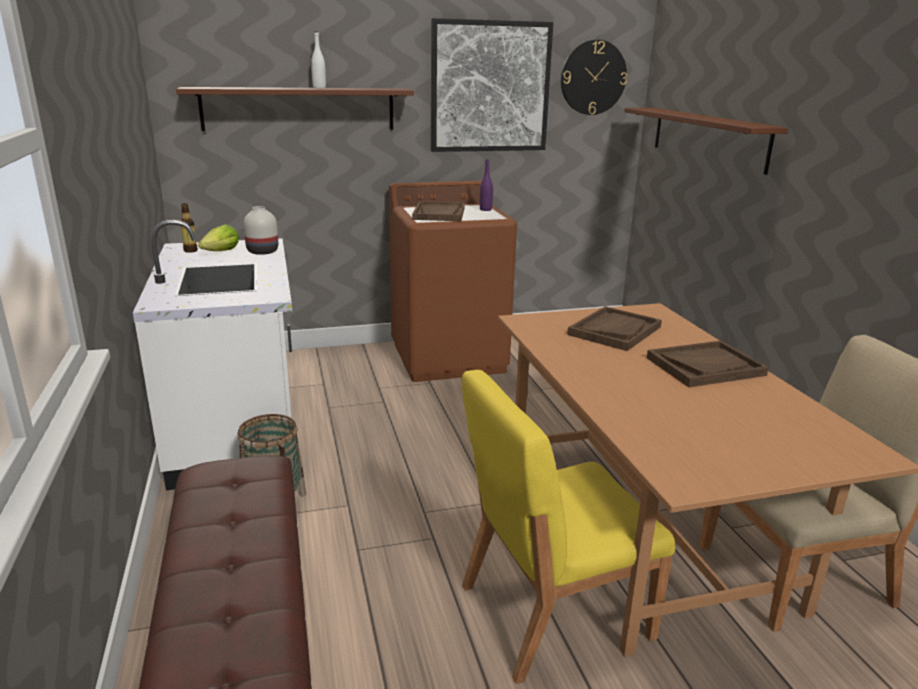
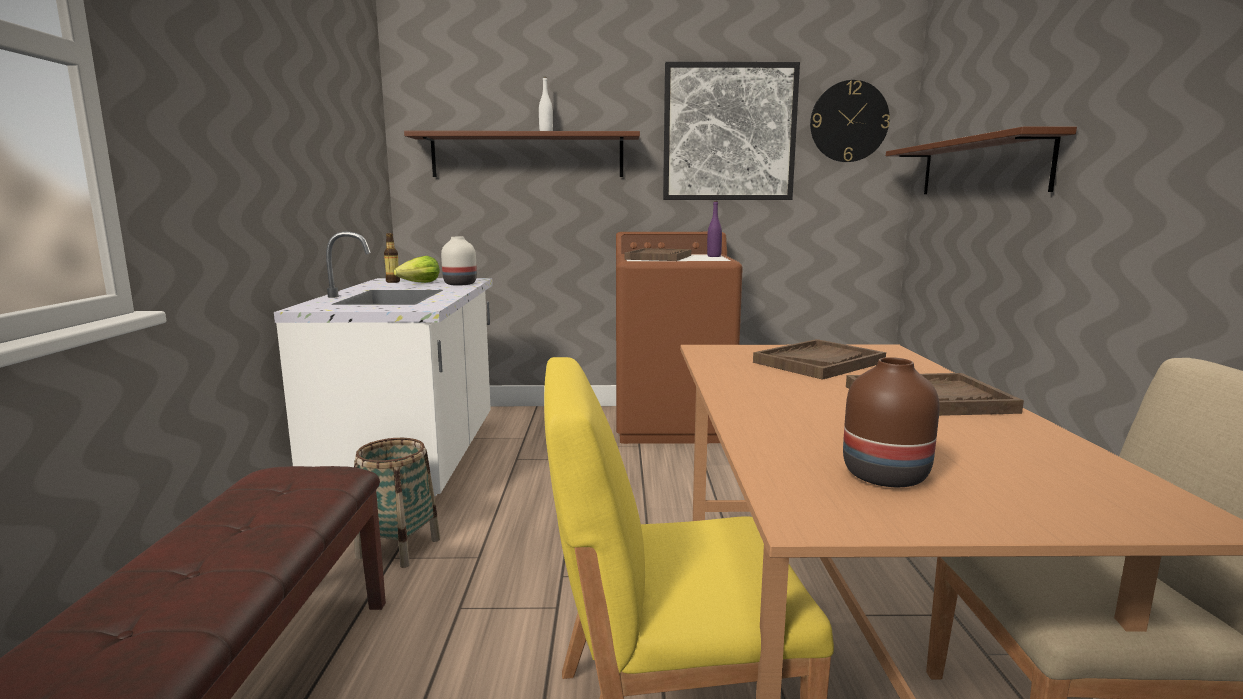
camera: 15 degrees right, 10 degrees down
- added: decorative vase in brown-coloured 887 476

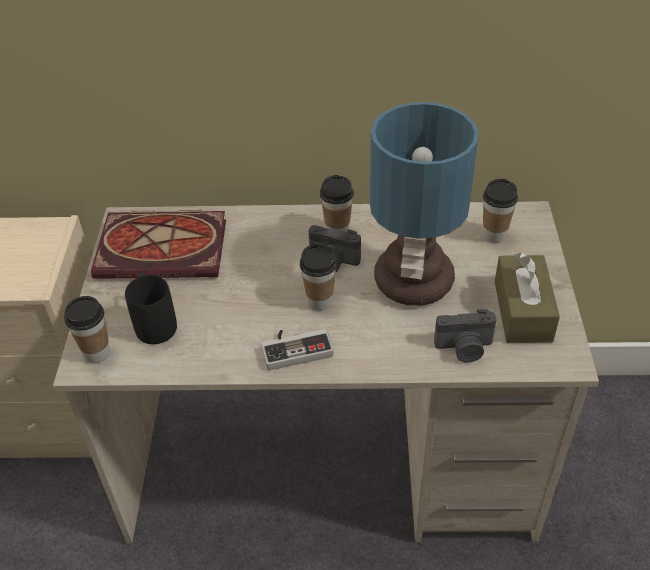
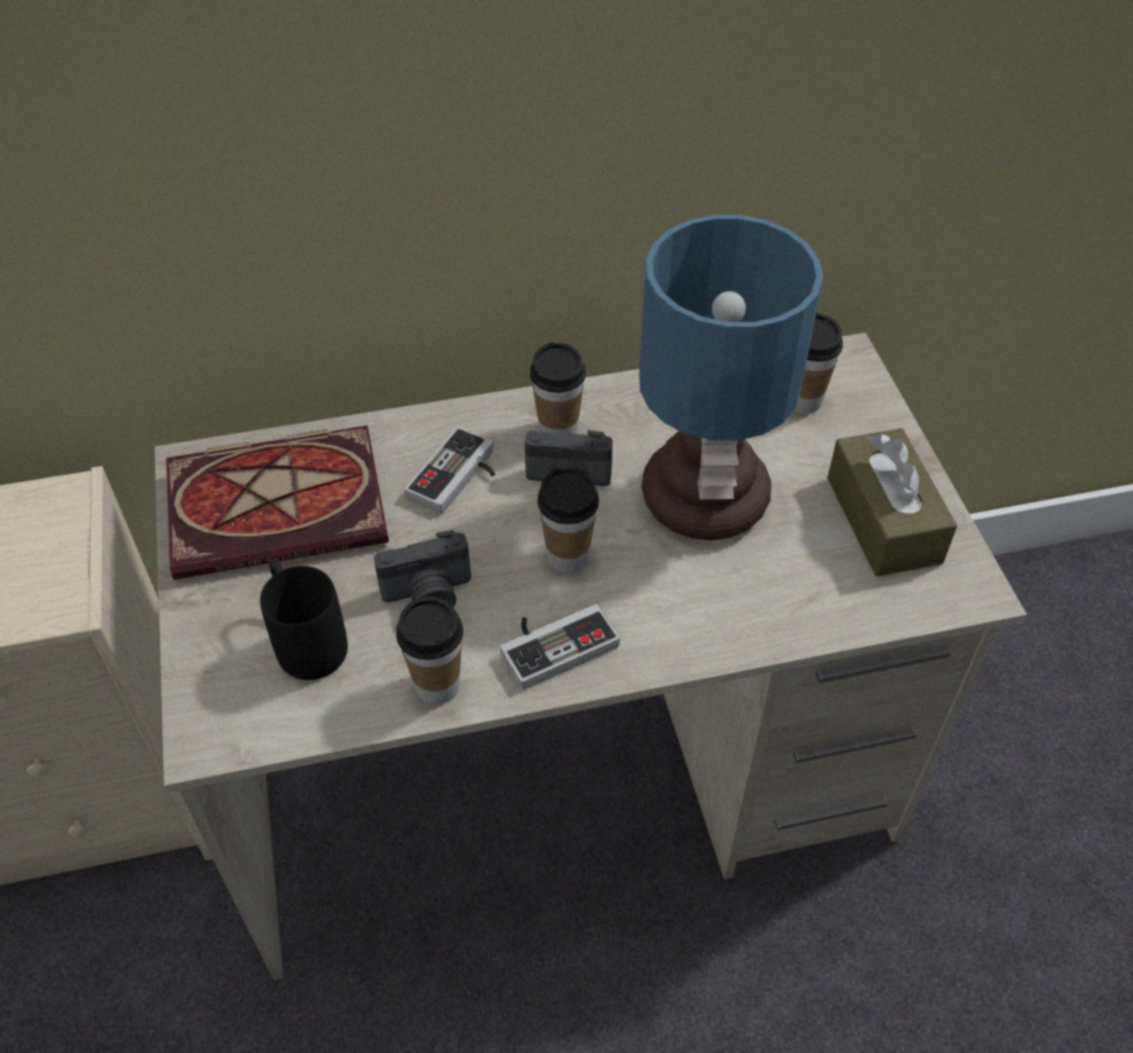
camera: 15 degrees left, 5 degrees up
- moved: small cup 97 353 to 437 685
- moved: photo camera 464 348 to 429 595
- added: gamepad 459 478

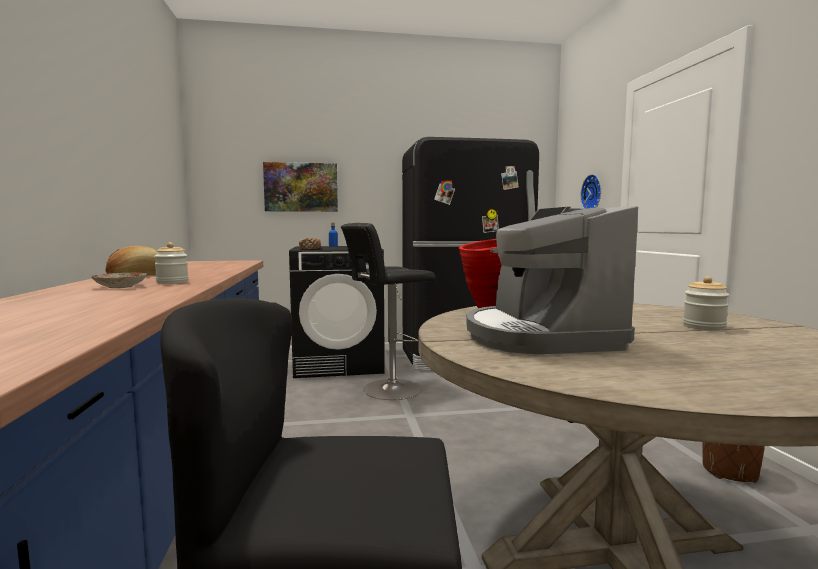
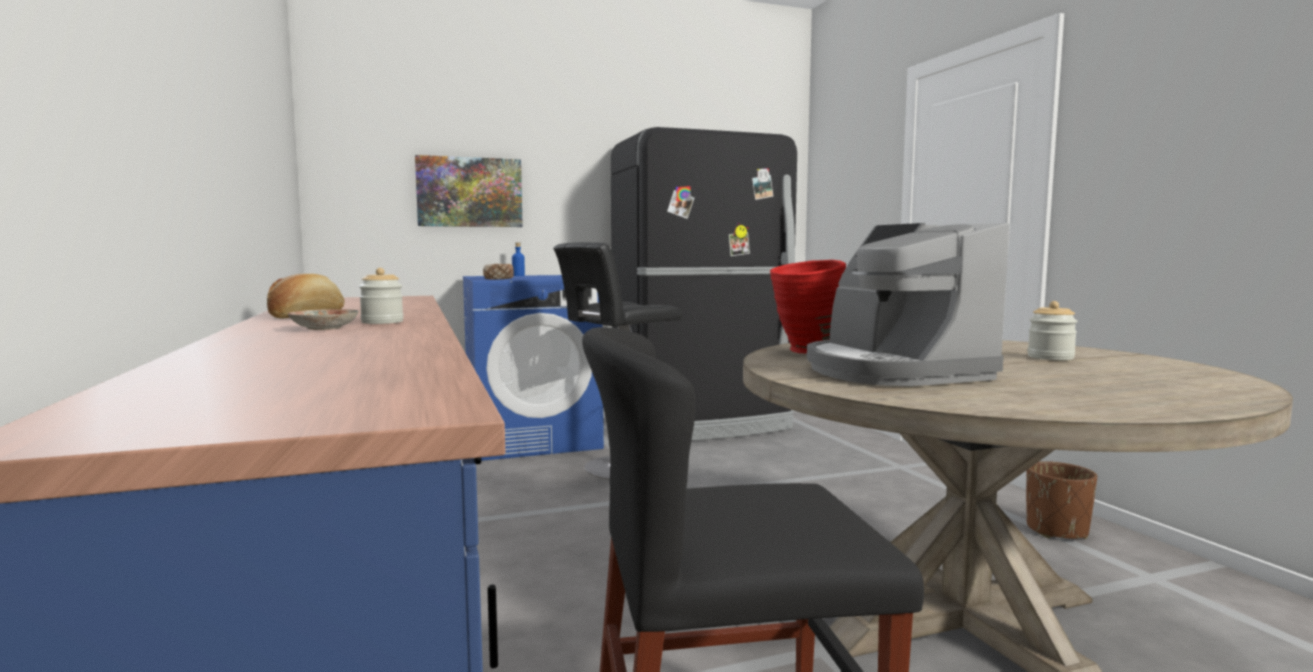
camera: 10 degrees left, 0 degrees up
- removed: hanging clock 593 193
- recoloured: washing machine in black 339 363 to washing machine in blue 533 439

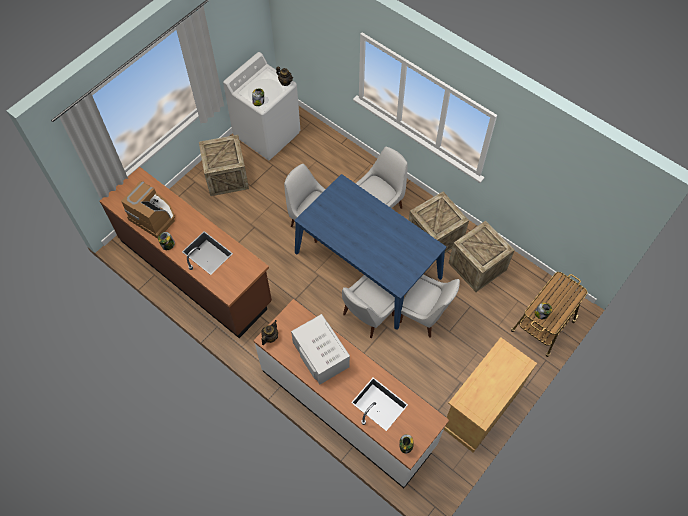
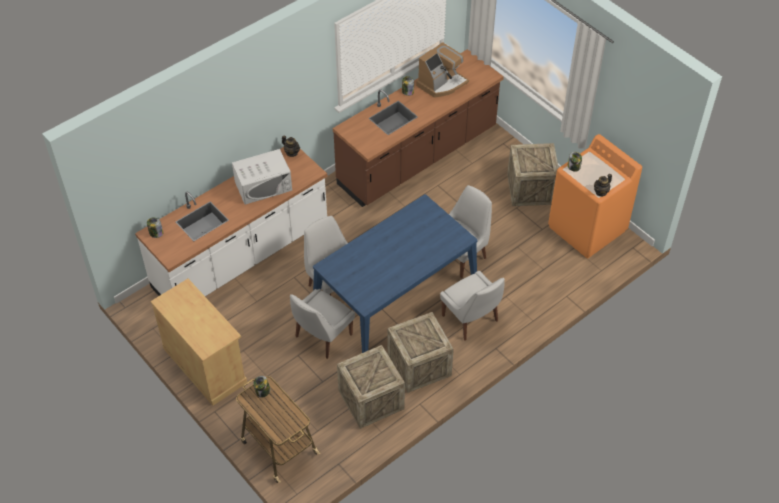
camera: 100 degrees right, 10 degrees down
- recoloured: washing machine in white-coloured 267 134 to washing machine in orange-coloured 587 229

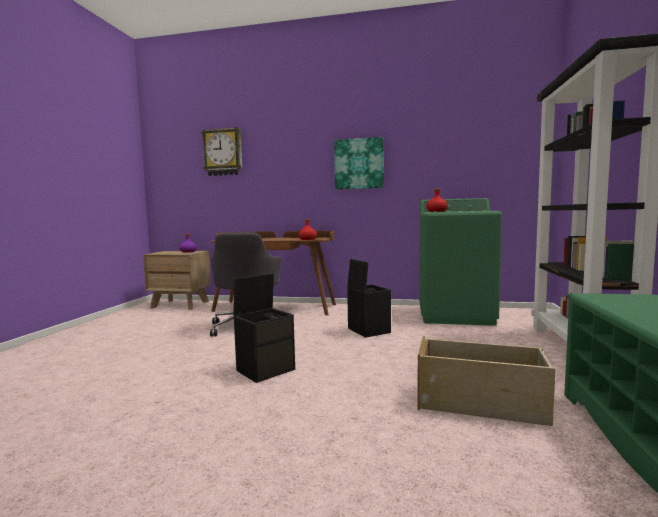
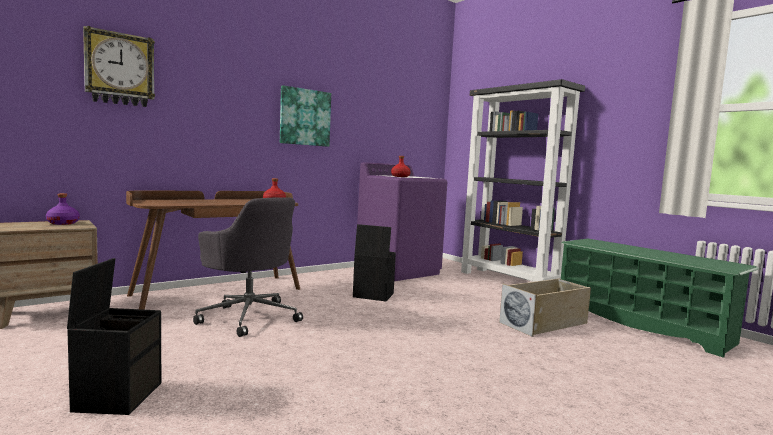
camera: 50 degrees left, 0 degrees up
- recoloured: washing machine in green-coloured 456 315 to washing machine in purplish 398 271
- moved: storage bin in black 266 369 to 118 396

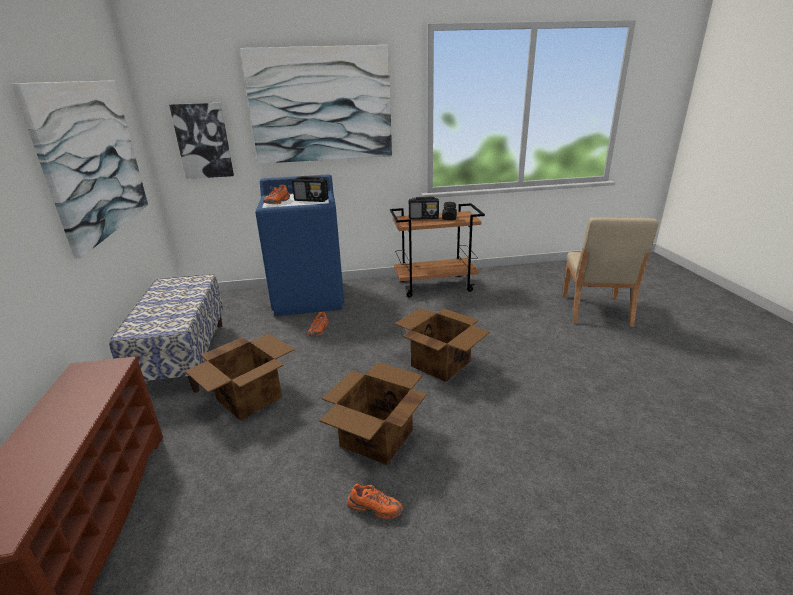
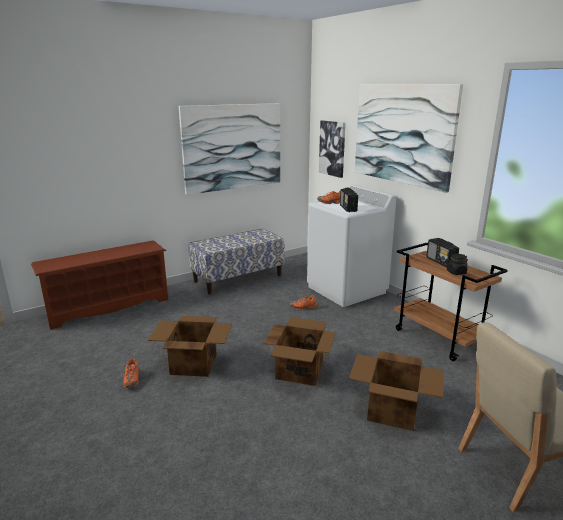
camera: 65 degrees right, 5 degrees down
- recoloured: washing machine in blue 309 297 to washing machine in white-coloured 347 290
- moved: carton 250 397 to 393 411

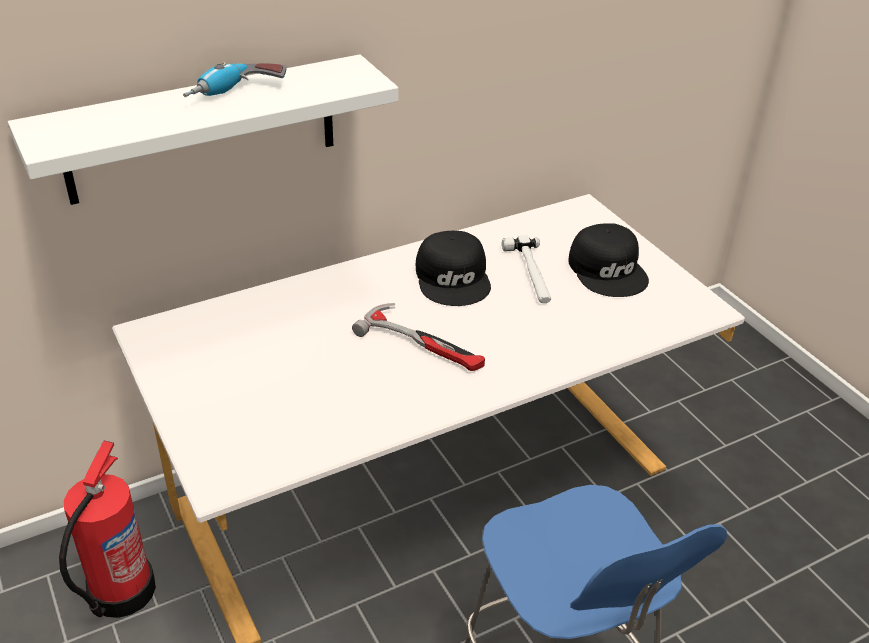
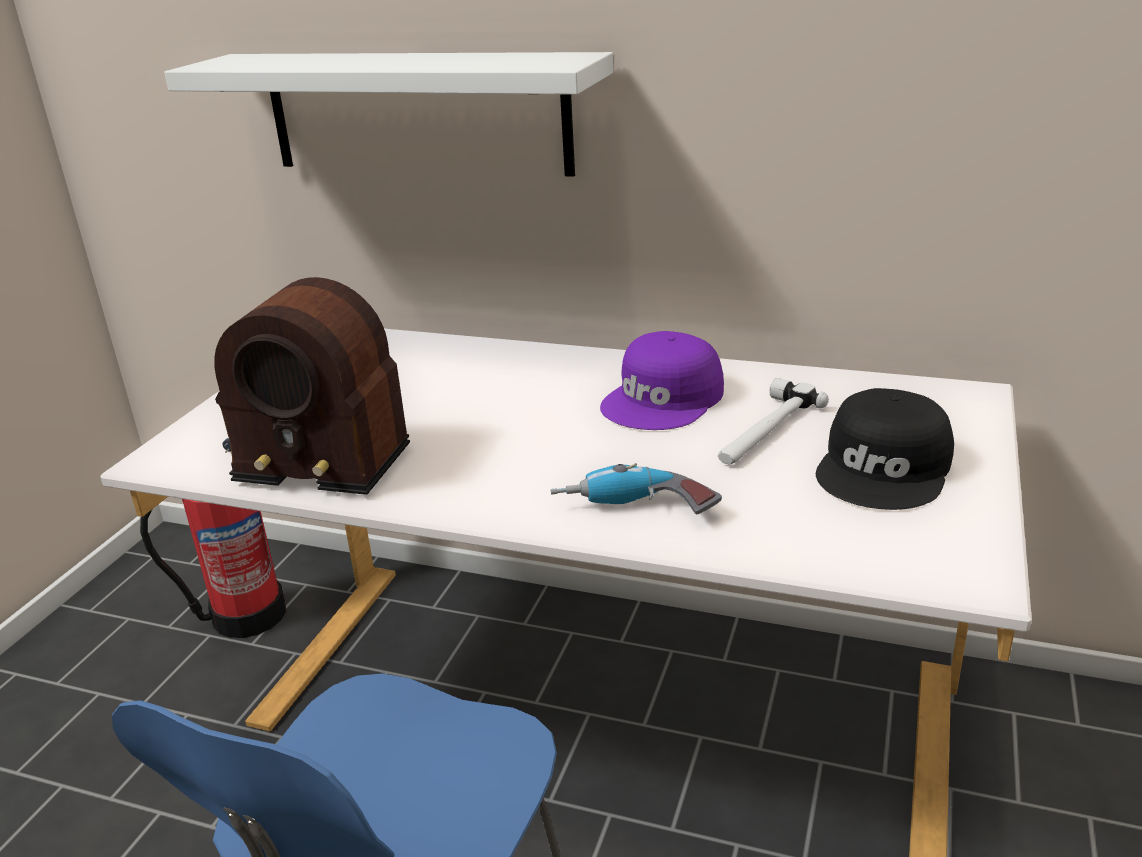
camera: 50 degrees right, 10 degrees down
- moved: drill 236 94 to 635 511
- recoloured: baseball cap in black 454 278 to baseball cap in purplish 664 400
- removed: hand hammer 423 343
- added: radio 317 445

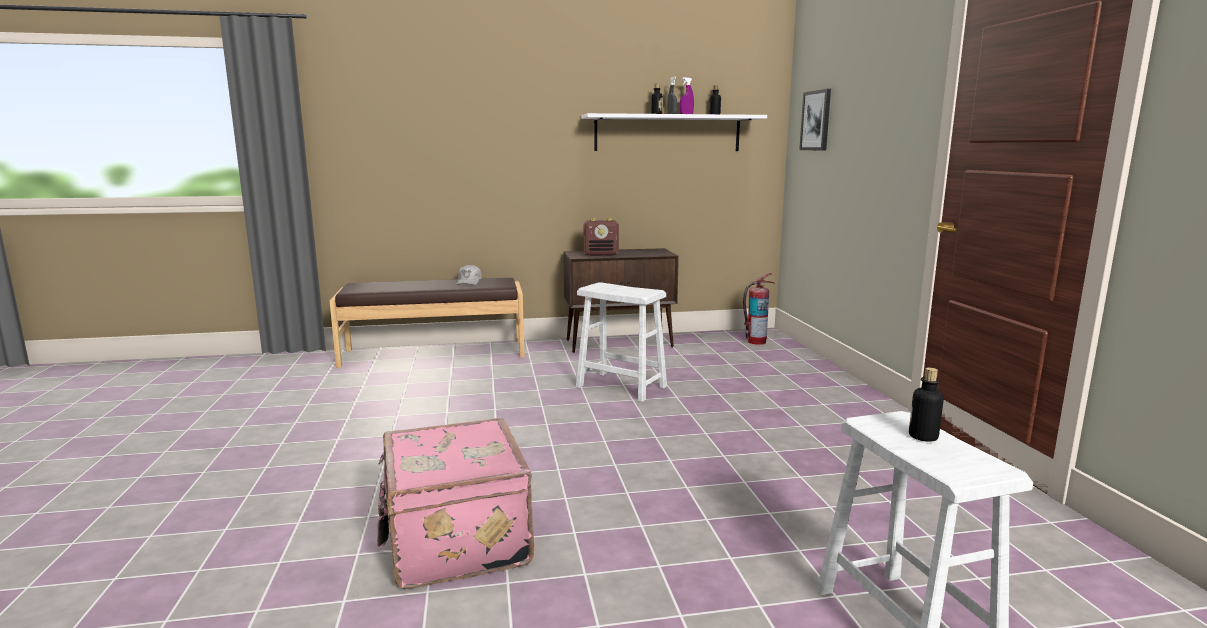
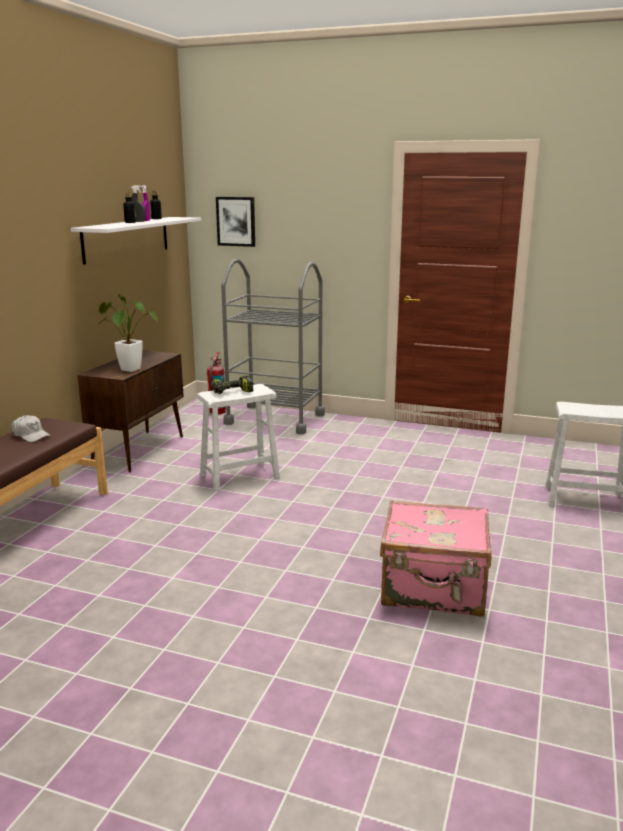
camera: 60 degrees left, 5 degrees up
- replaced: radio 601 254 to potted plant 127 369
- removed: drink bottle 923 436
- added: trolley in gray 275 419
- added: drill 232 392

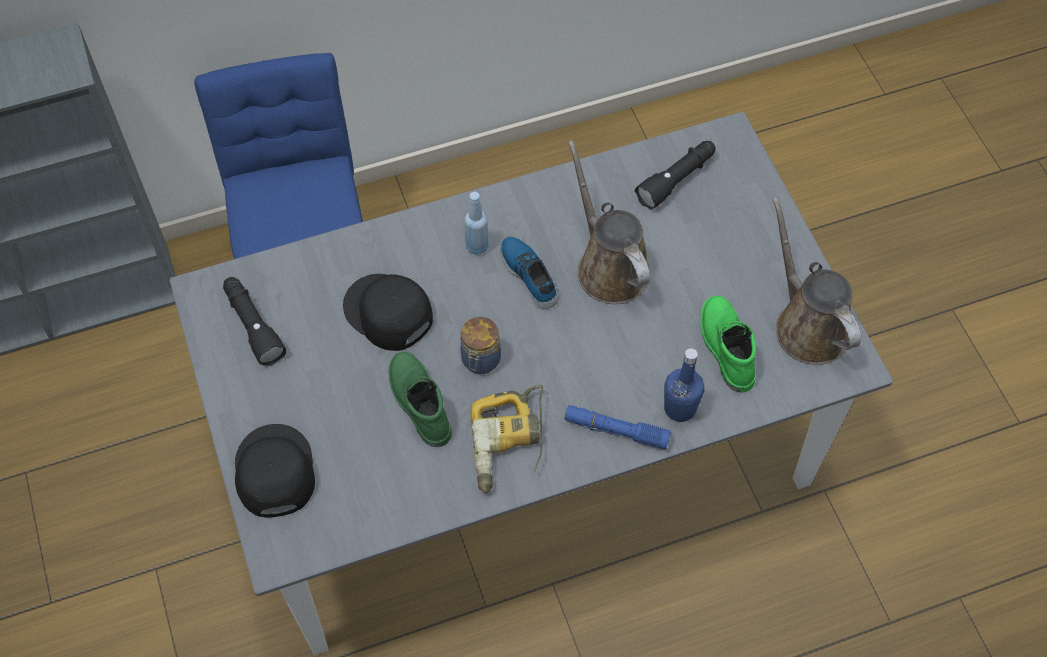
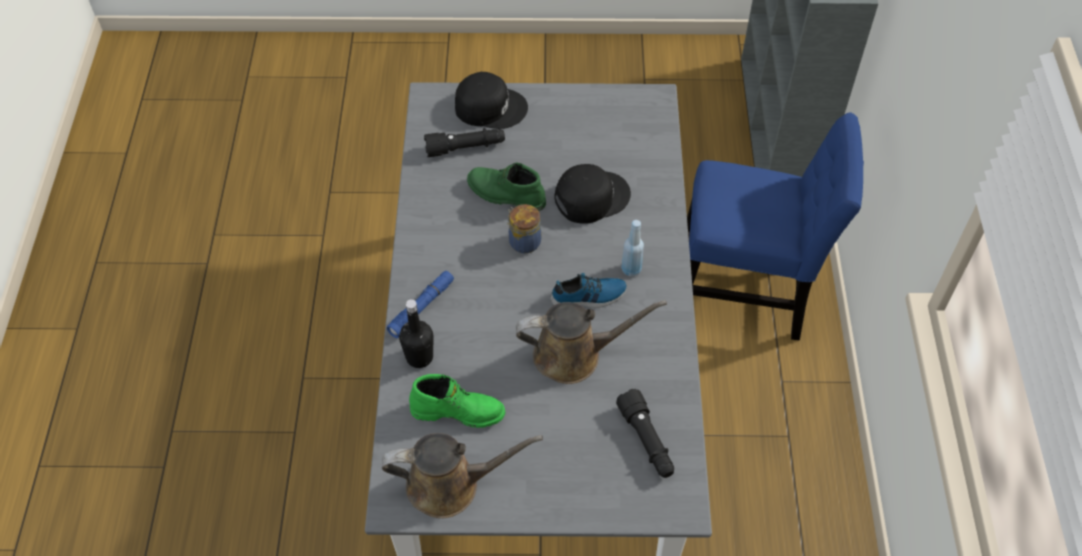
camera: 110 degrees right, 5 degrees down
- moved: torch in black 253 325 to 465 148
- recoloured: drink bottle in blue 680 408 to drink bottle in black 419 357
- turned: boot in green-coloured 418 403 = 505 195 150 degrees counterclockwise
- removed: drill 509 444

